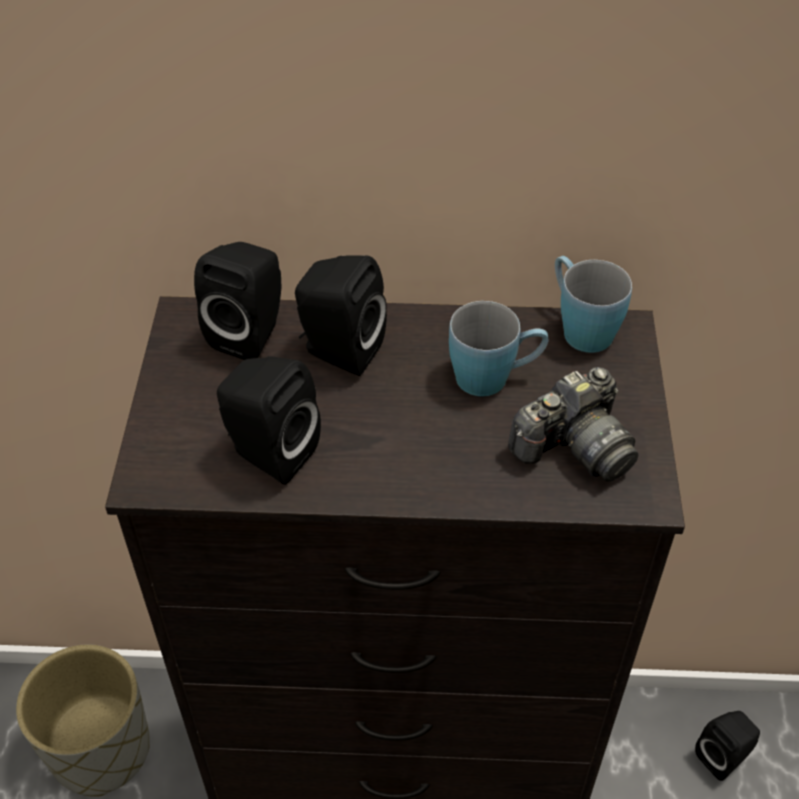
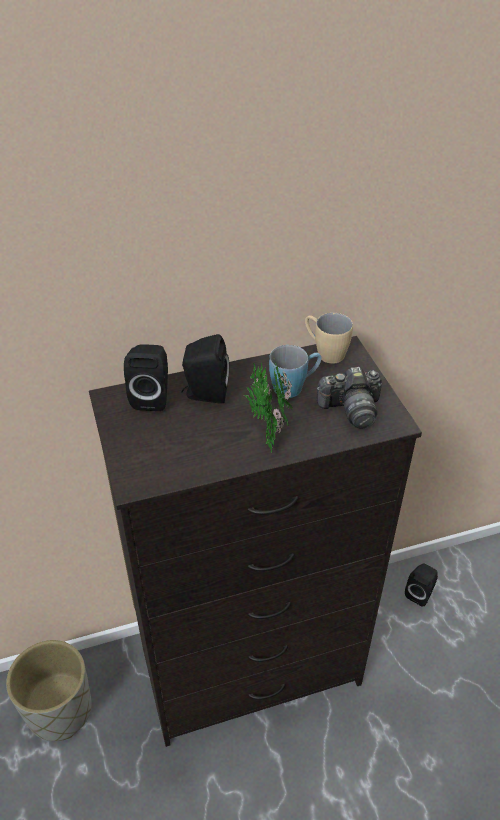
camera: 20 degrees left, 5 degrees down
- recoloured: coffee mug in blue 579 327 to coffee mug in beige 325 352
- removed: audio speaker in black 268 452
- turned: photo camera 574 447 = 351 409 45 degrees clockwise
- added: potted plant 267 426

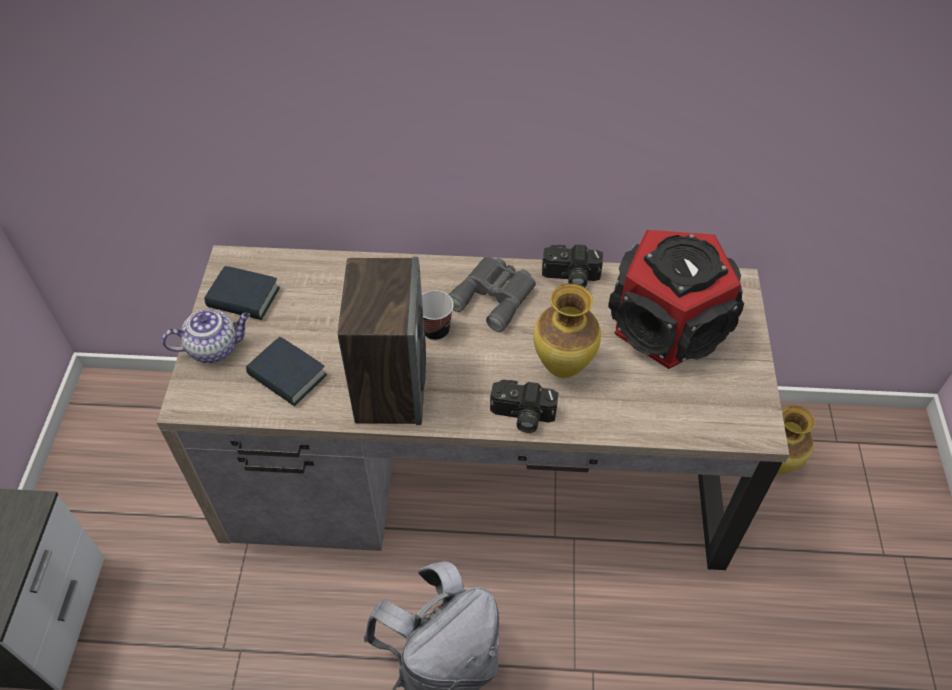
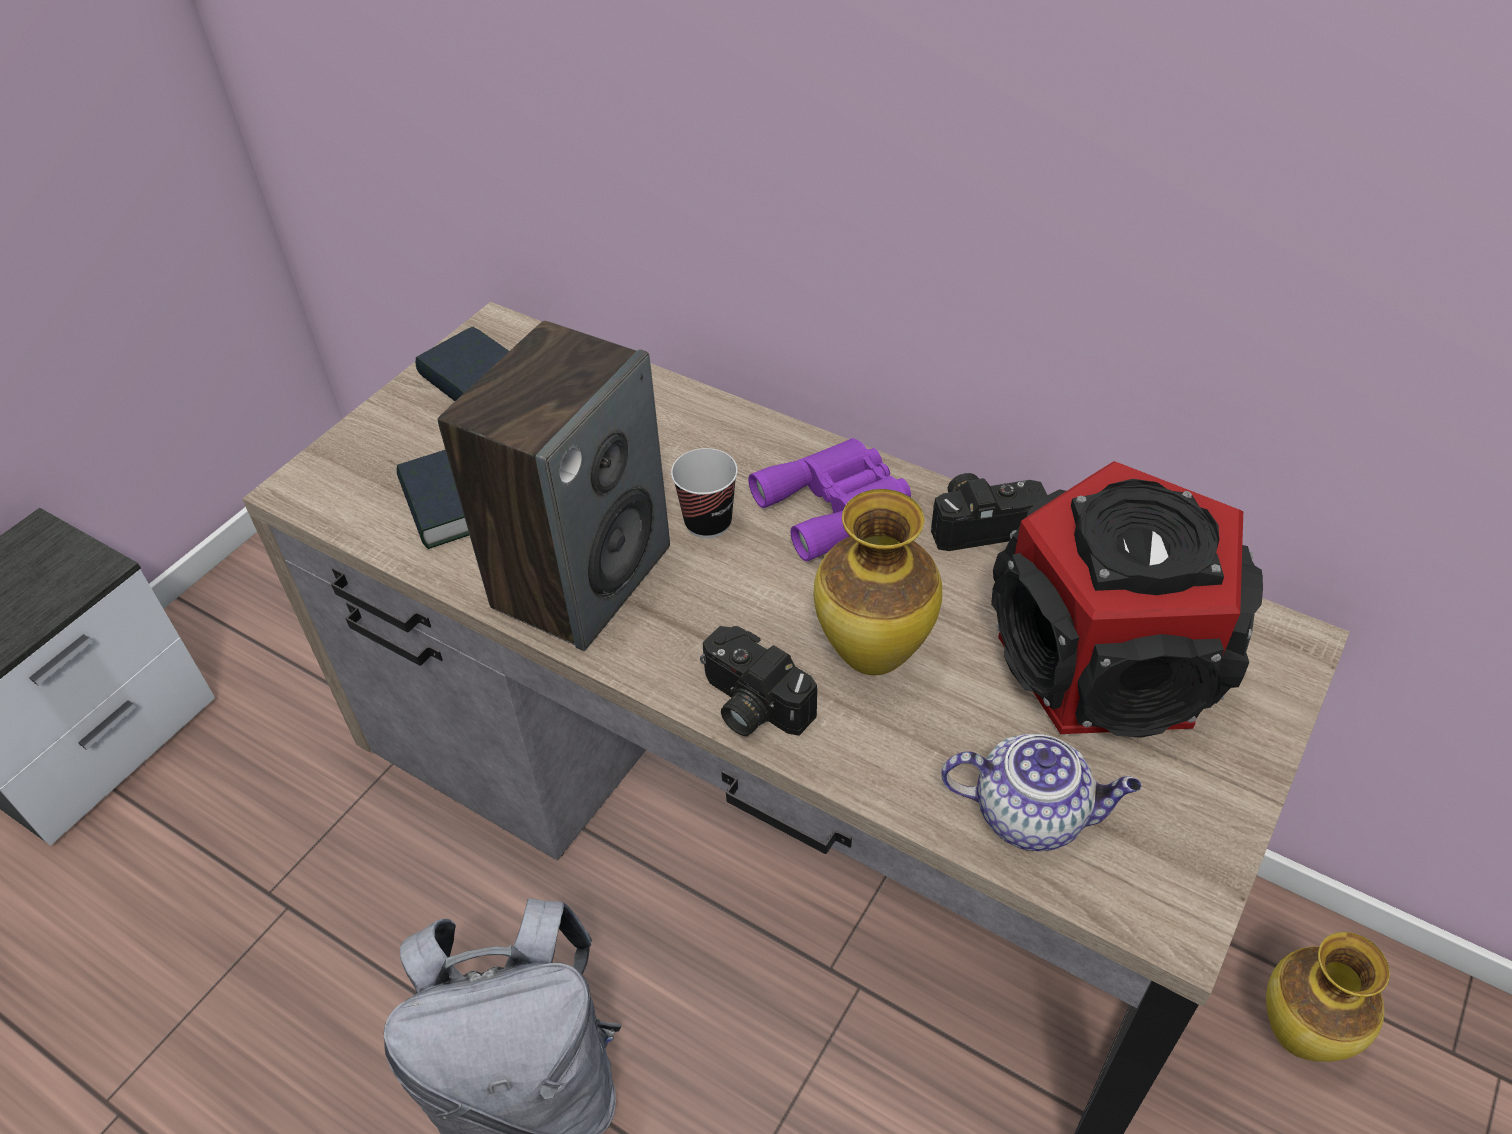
camera: 30 degrees right, 5 degrees down
- turned: photo camera 570 277 = 982 522 135 degrees clockwise
- recoloured: binoculars in gray 495 295 to binoculars in purplish 838 505
- moved: teapot 215 348 to 1032 814

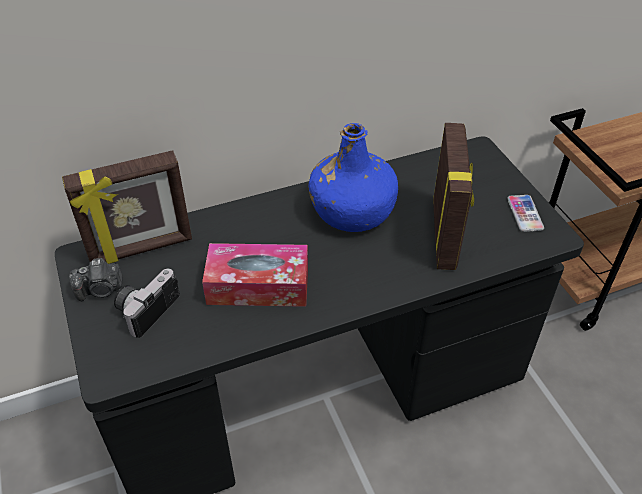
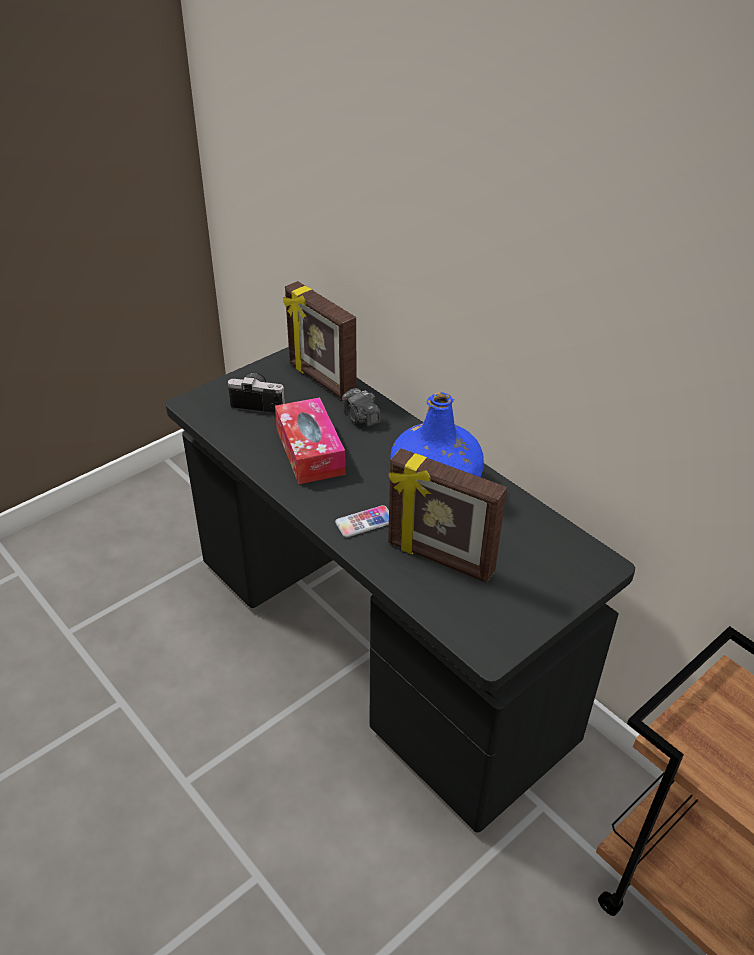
camera: 70 degrees right, 5 degrees down
- turned: picture frame 445 234 = 439 559 45 degrees clockwise
- moved: telephone 525 214 to 365 522
- moved: photo camera 100 290 to 361 418

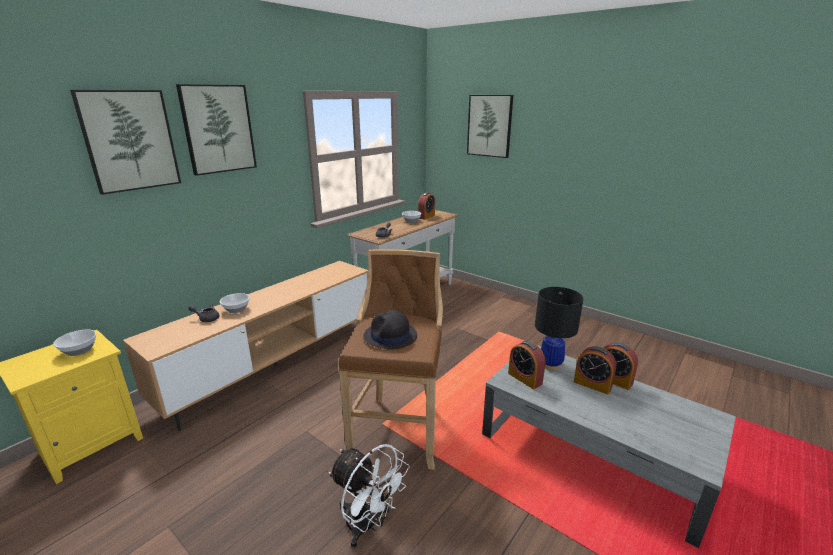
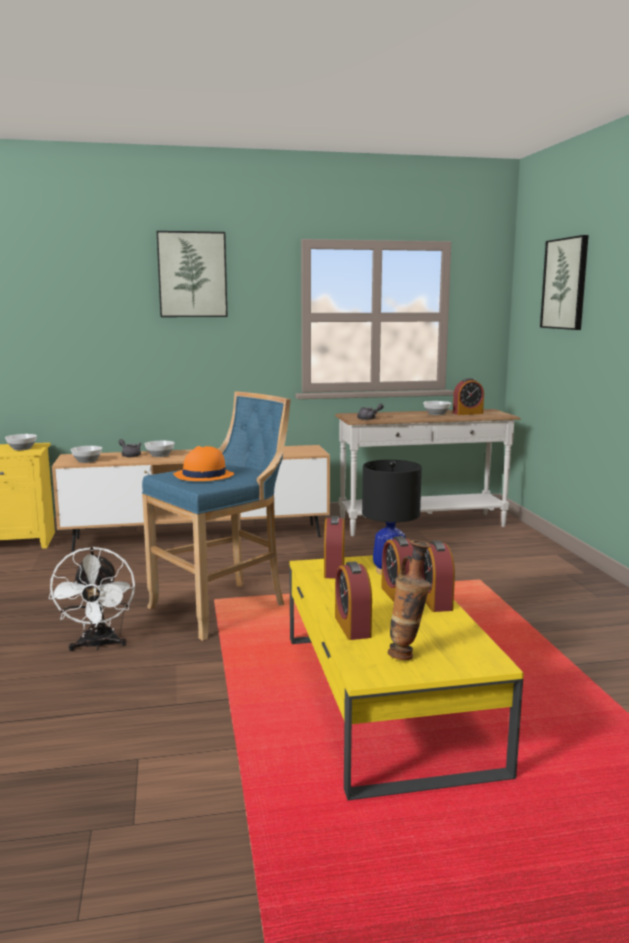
camera: 40 degrees right, 10 degrees down
- removed: wall art 130 140
- recoloured: stool seat in brown-coloured 398 428 to stool seat in blue 223 607
- recoloured: clothing hat in black 390 336 to clothing hat in orange-coloured 203 476
- recoloured: lounge table in gray 594 453 to lounge table in yellowish 384 699
- added: deep dish 86 461
- added: decorative vase 407 655
- added: table clock 352 627

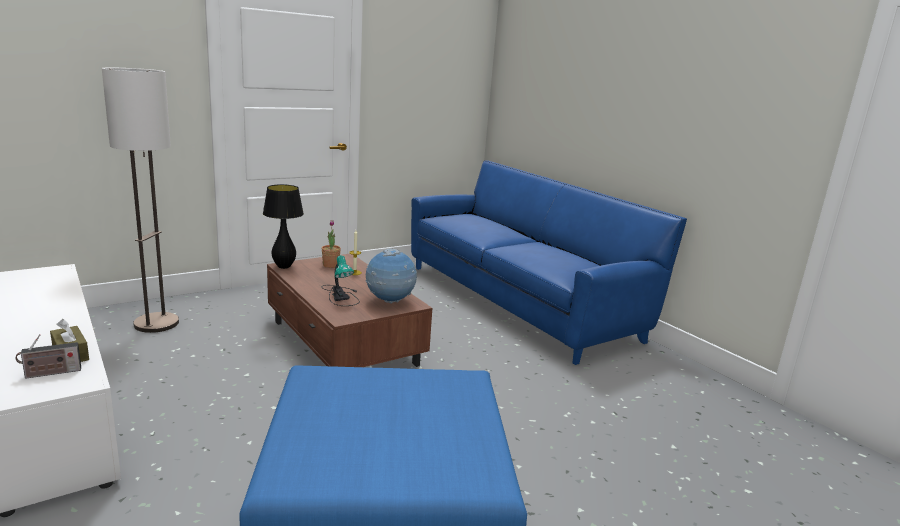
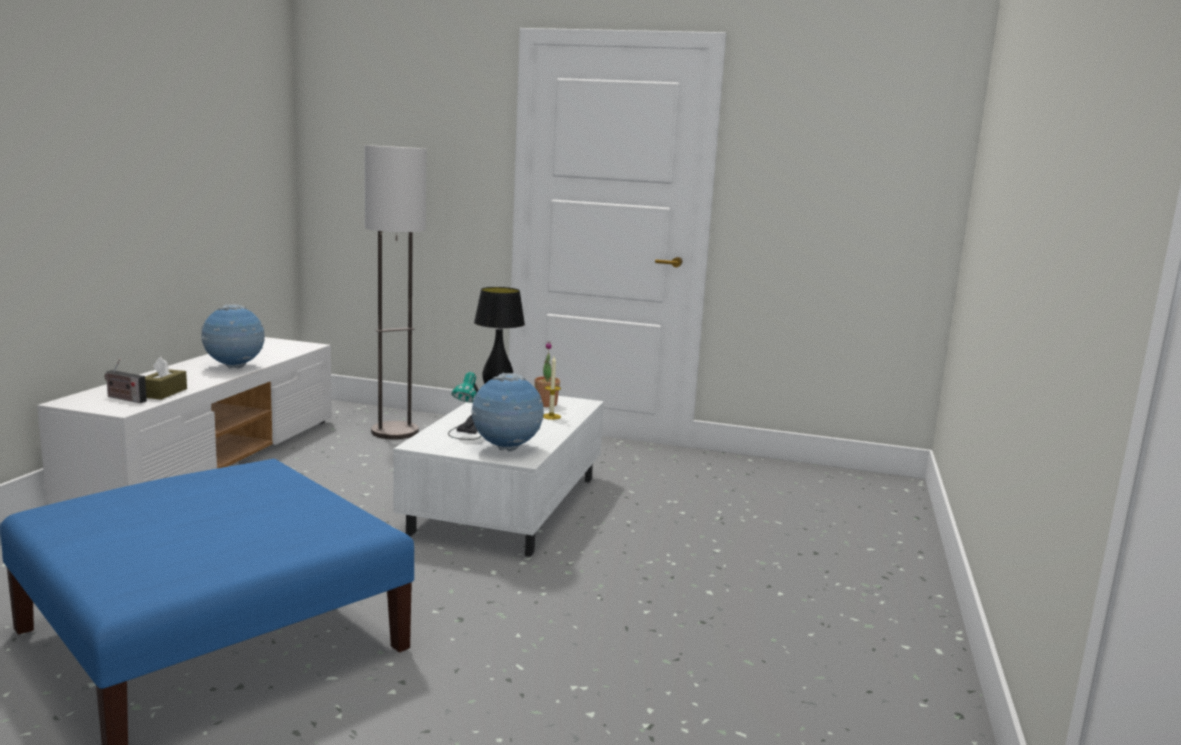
camera: 50 degrees right, 5 degrees down
- removed: settee in blue 518 301
- recoloured: lounge table in brown-coloured 343 343 to lounge table in white-coloured 505 505
- added: globe 234 367

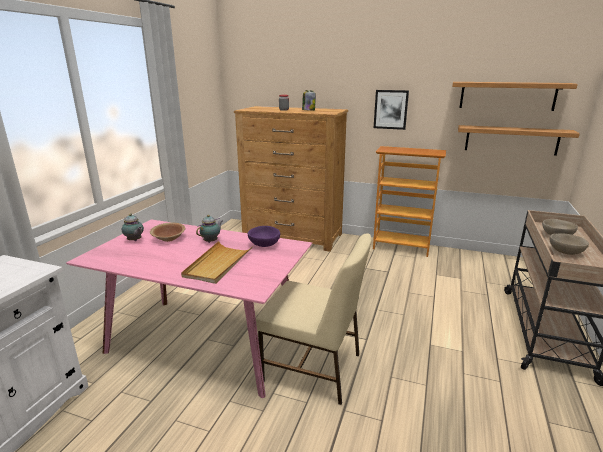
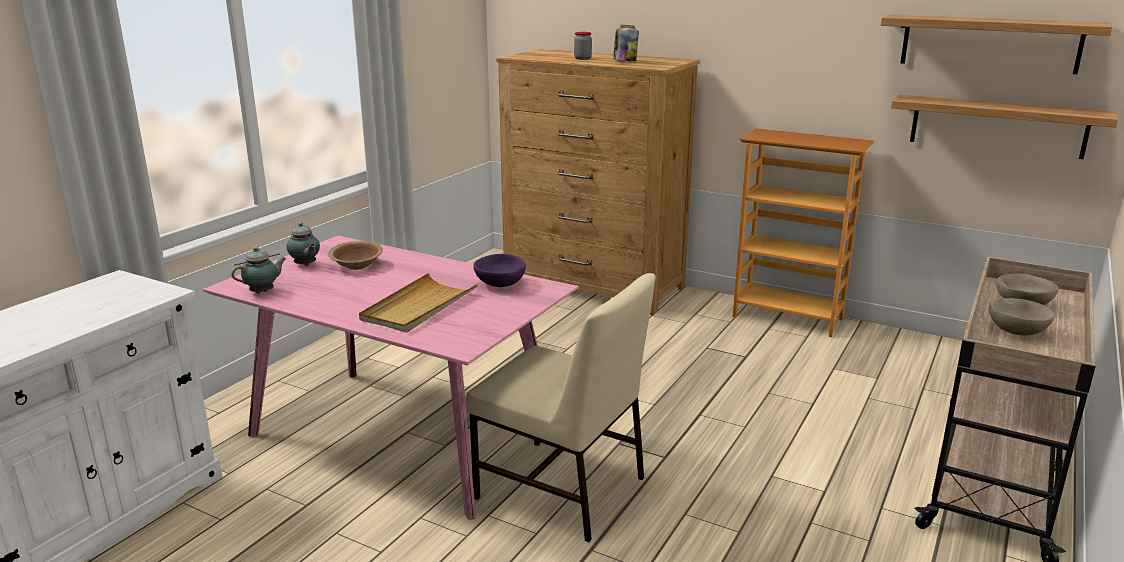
camera: 10 degrees right, 0 degrees up
- removed: wall art 391 109
- moved: teapot 211 241 to 264 292

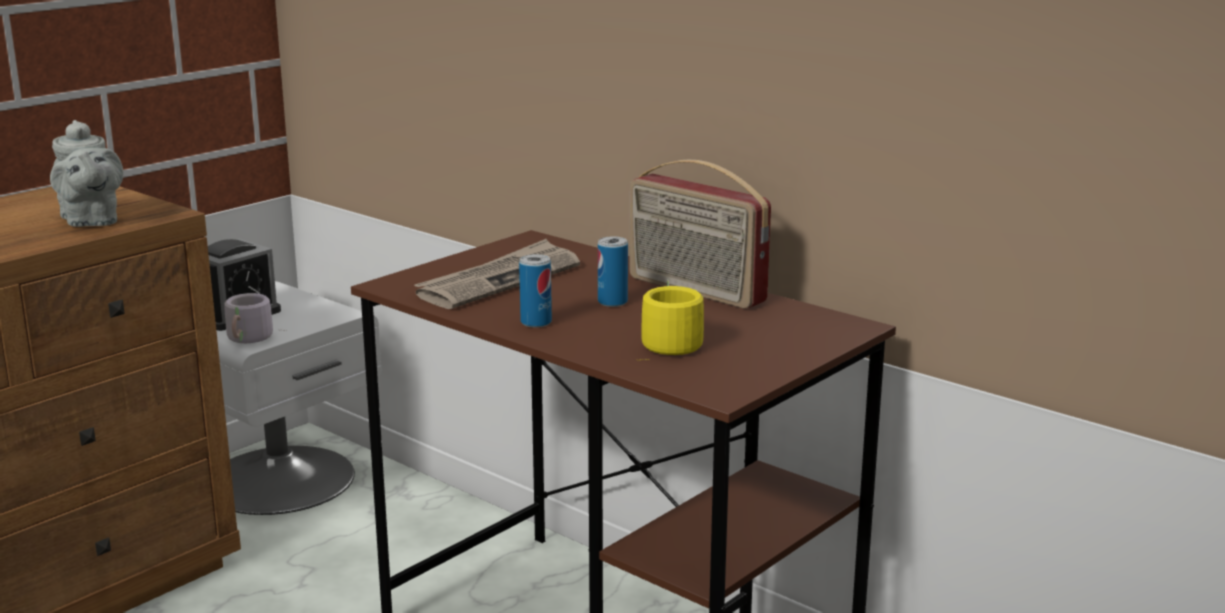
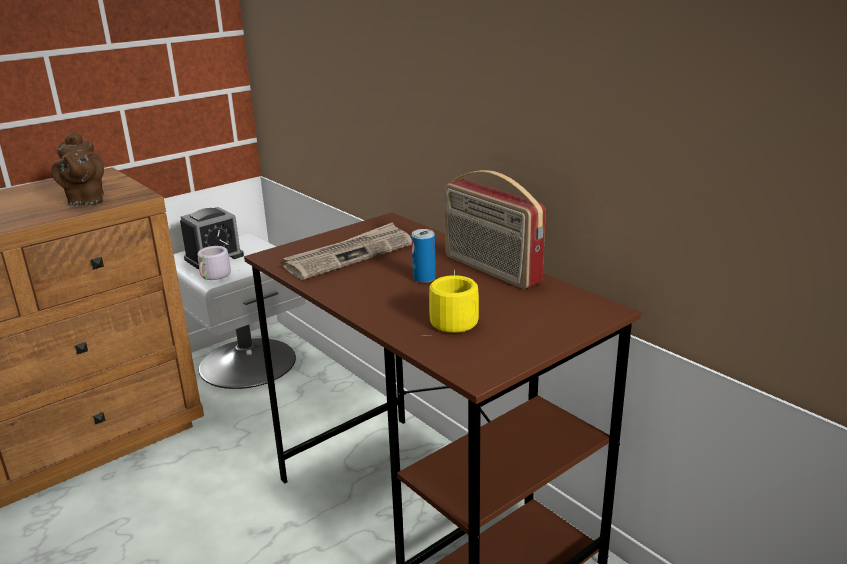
camera: 10 degrees right, 5 degrees up
- recoloured: teapot in gray 91 221 to teapot in brown-coloured 85 201
- removed: sealed can 536 322

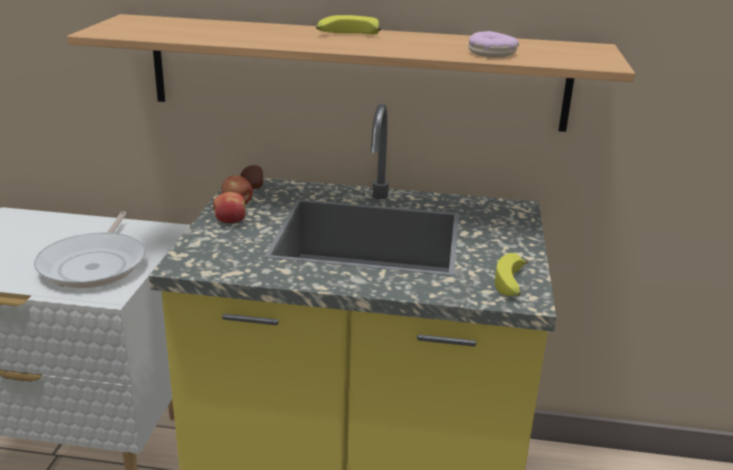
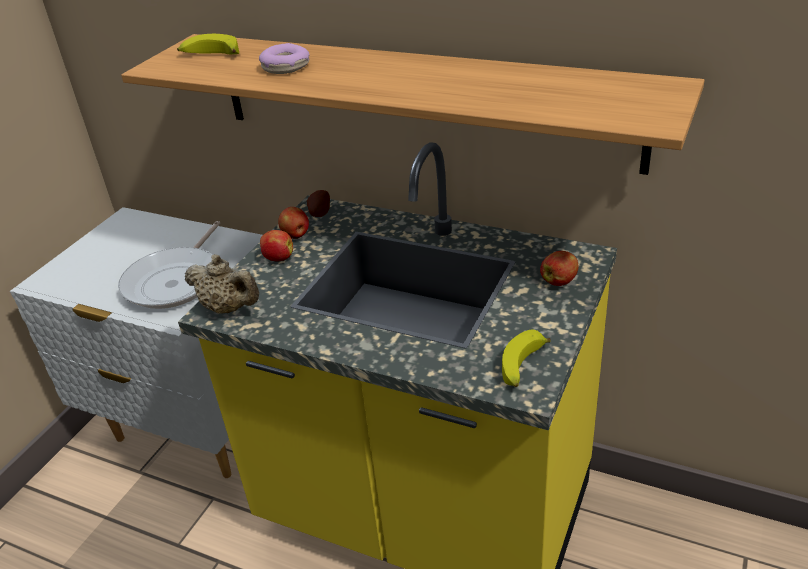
camera: 20 degrees right, 10 degrees up
- moved: banana fruit 346 35 to 210 55
- moved: doughnut 492 53 to 286 67
- added: apple fruit 559 281
- added: teapot in beige 229 308

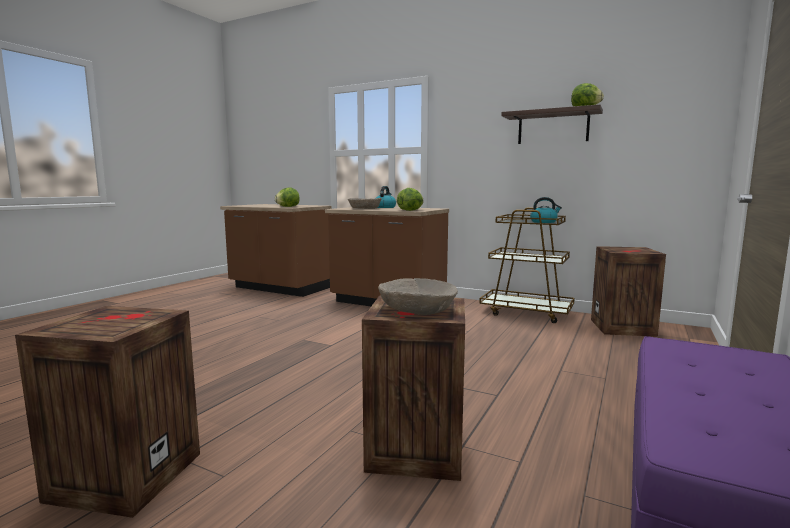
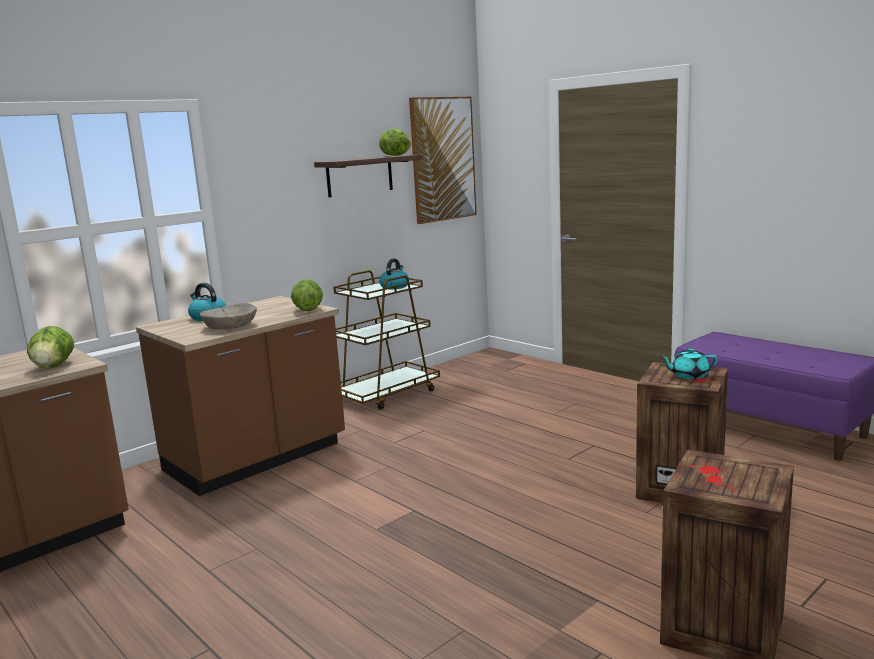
camera: 70 degrees left, 5 degrees up
- removed: shipping crate 623 328
- replaced: deep dish in beige 416 309 to teapot in turquoise 688 375
- added: wall art 442 159

